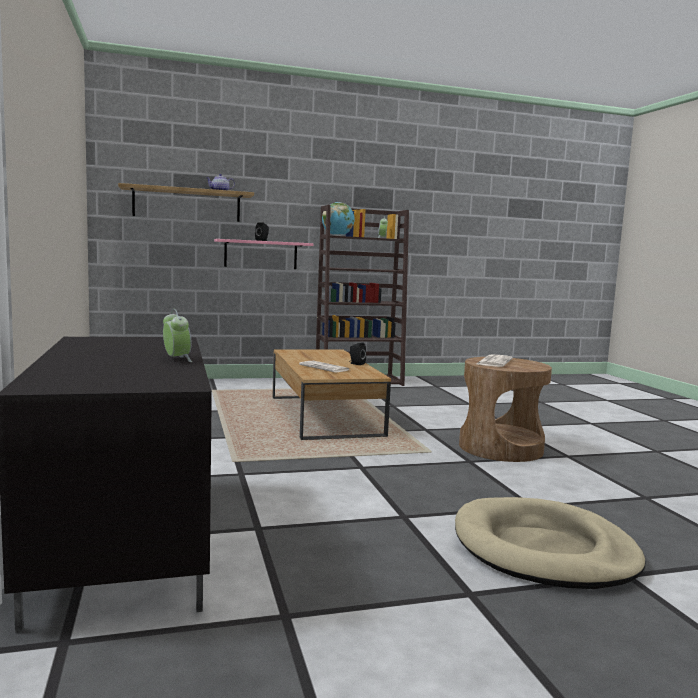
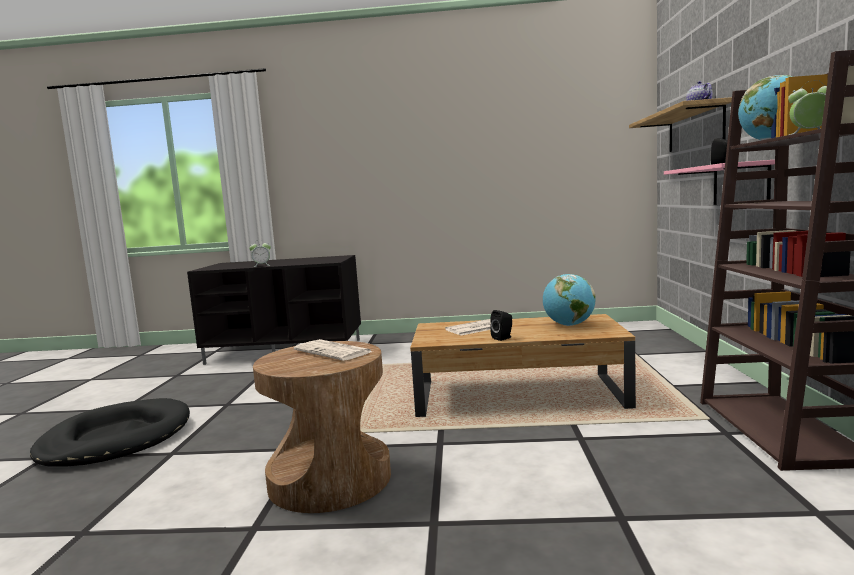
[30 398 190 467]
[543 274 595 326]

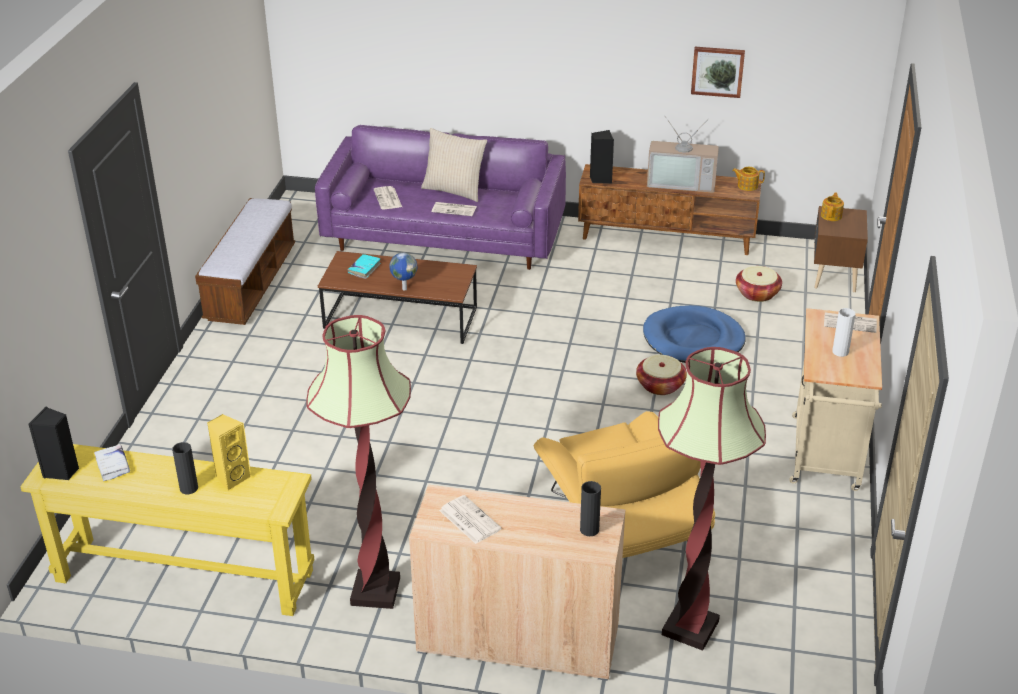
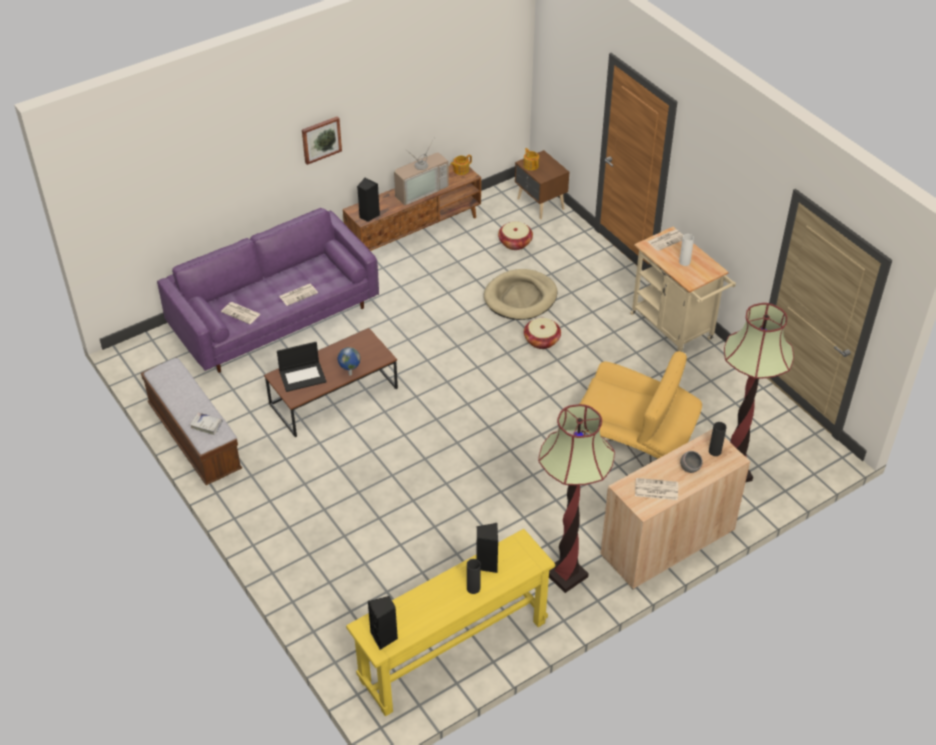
[302 116 342 165]
[421 128 487 202] (first image)
[277 342 326 392]
[484 269 558 320]
[476 523 498 573]
[189 412 223 435]
[680 451 703 473]

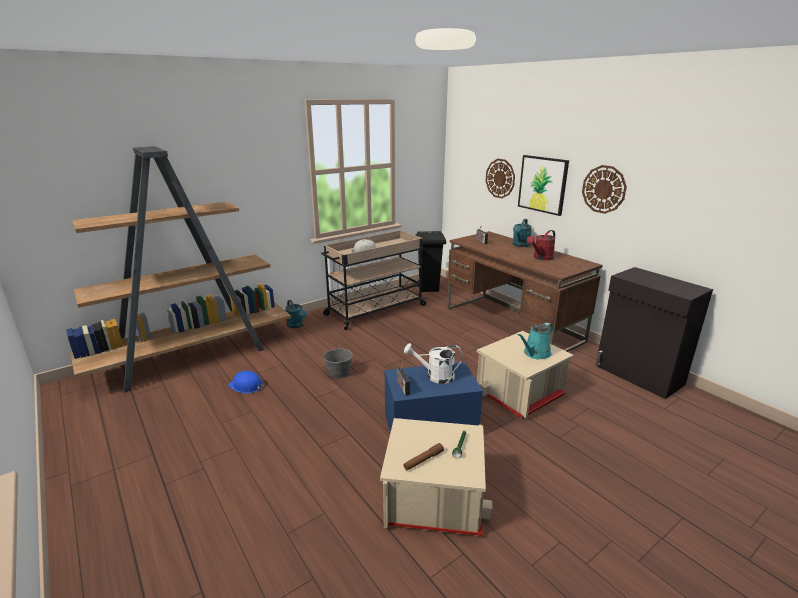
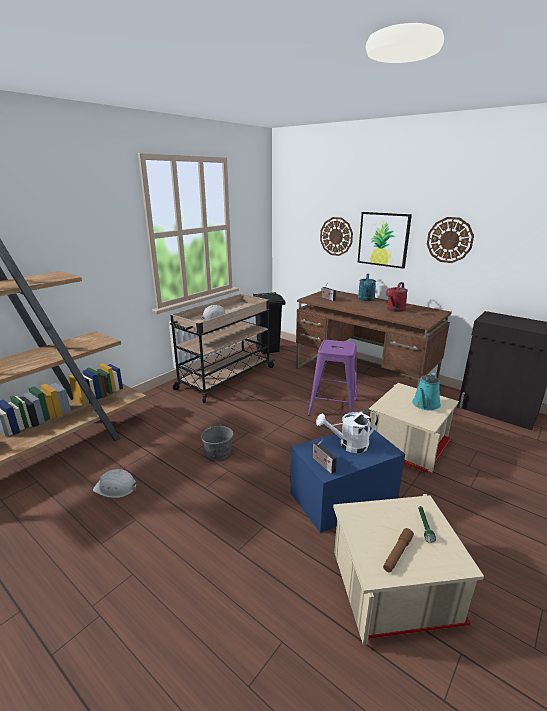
[285 300 307 328] (first image)
[93 469 138 498]
[308 340 358 416]

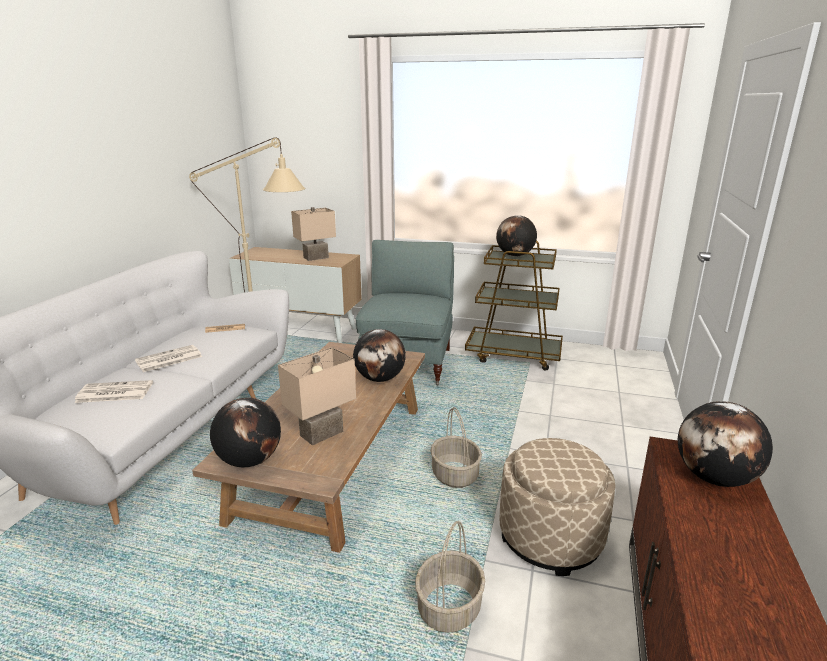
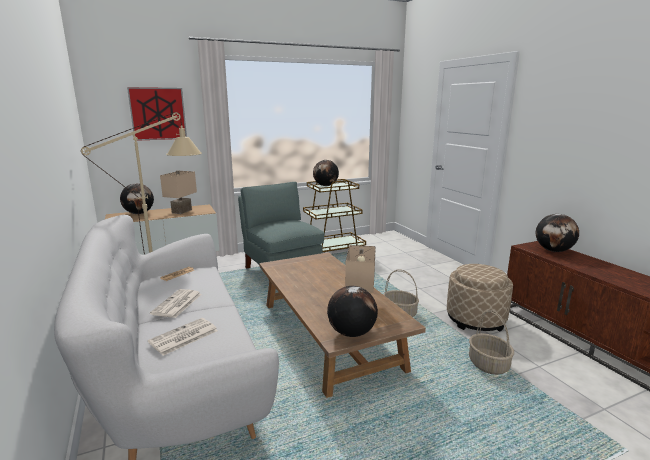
[120 183 154 214]
[127 87 187 141]

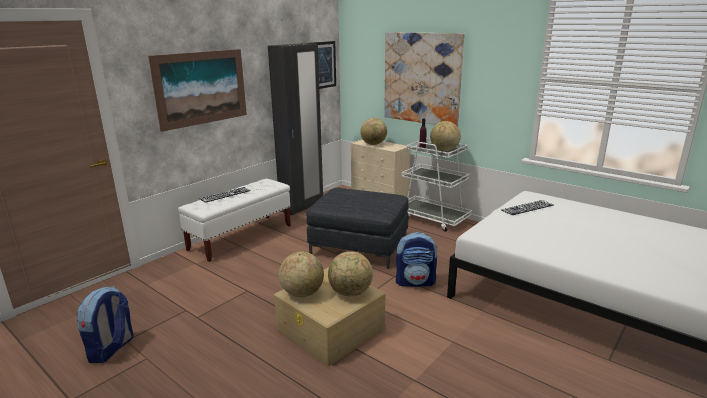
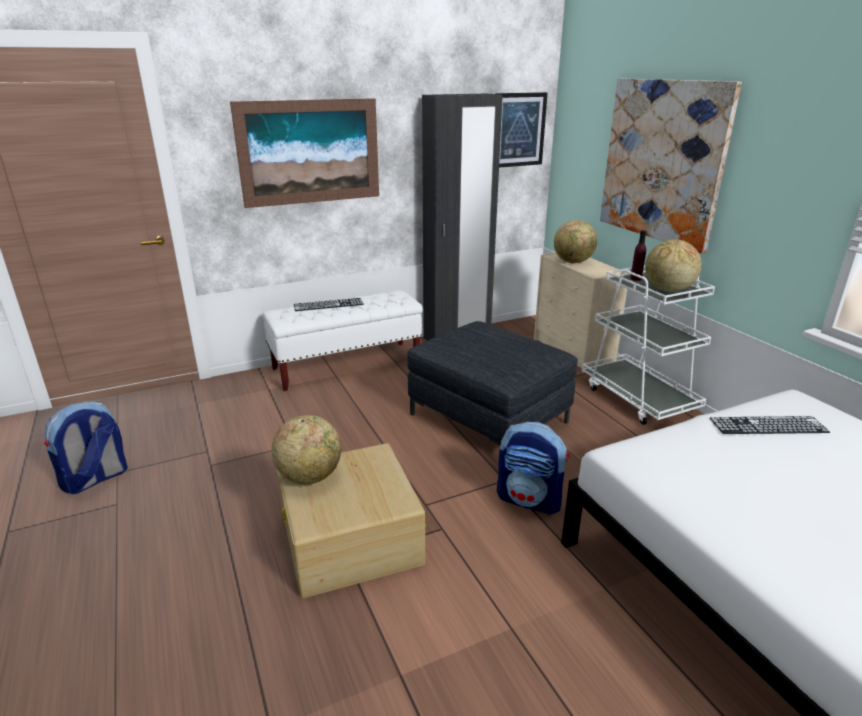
[328 251 373 297] (first image)

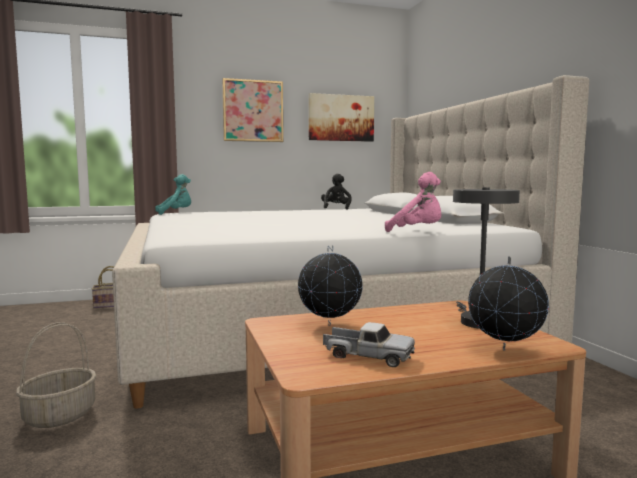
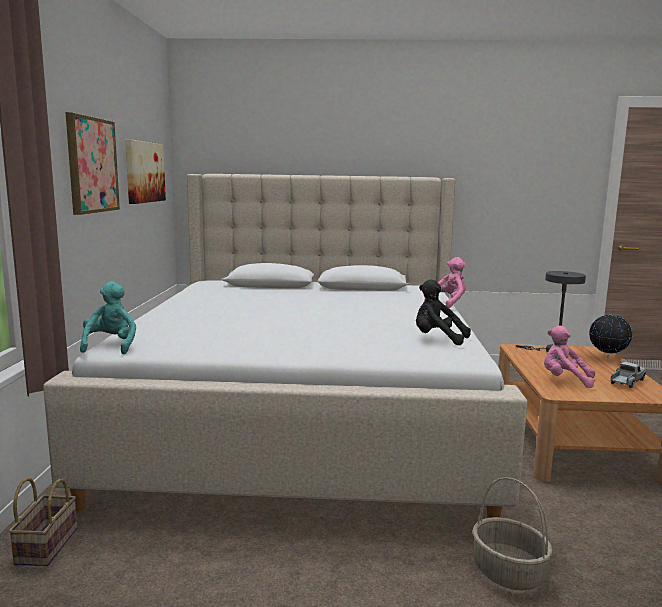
[416 279 471 345]
[544 325 595 388]

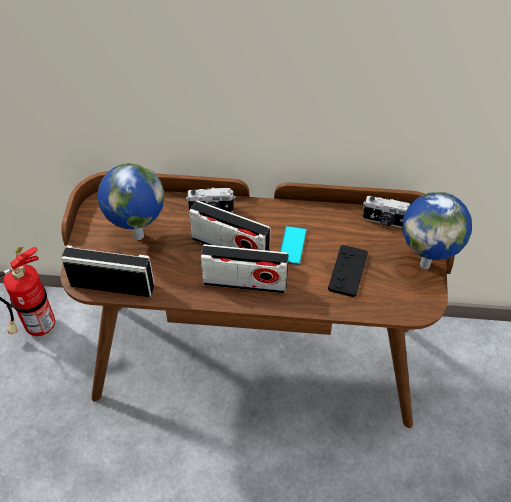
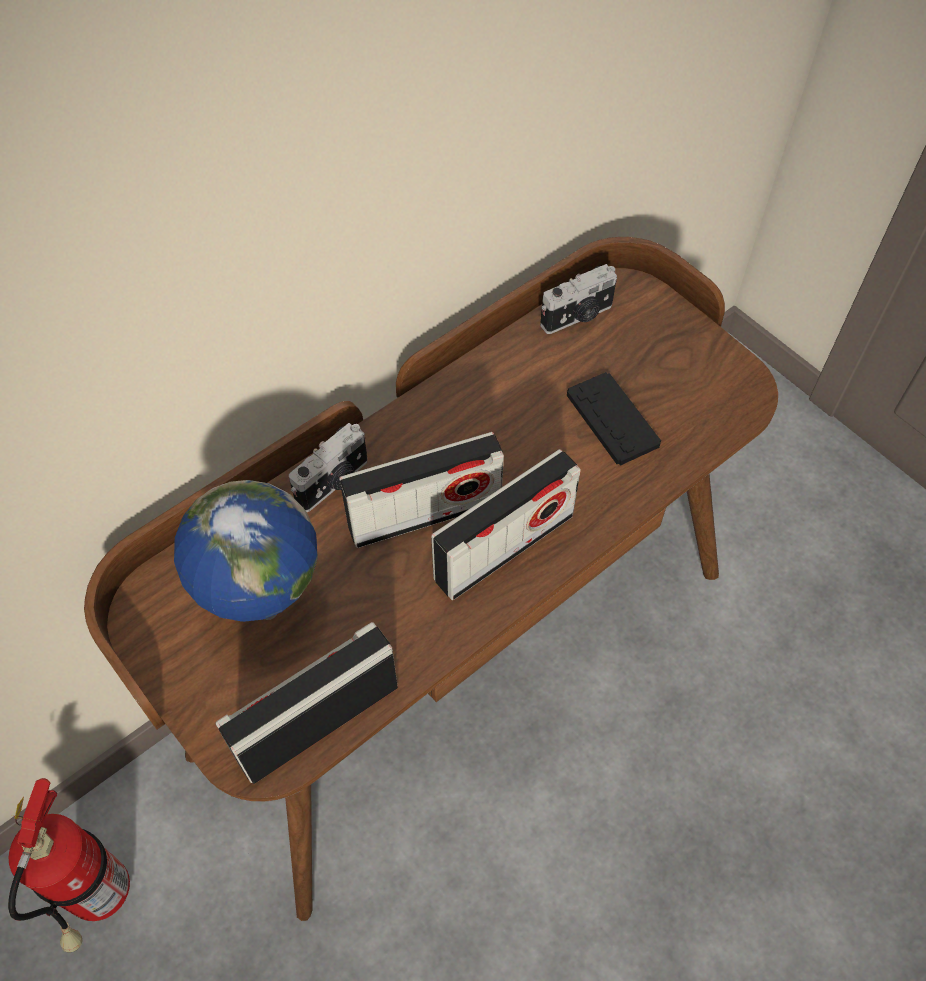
[402 192 472 269] (first image)
[280 225 307 265] (first image)

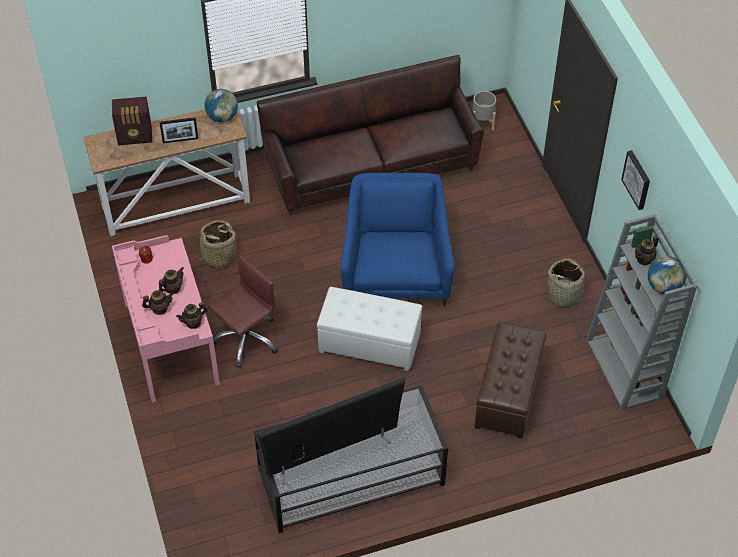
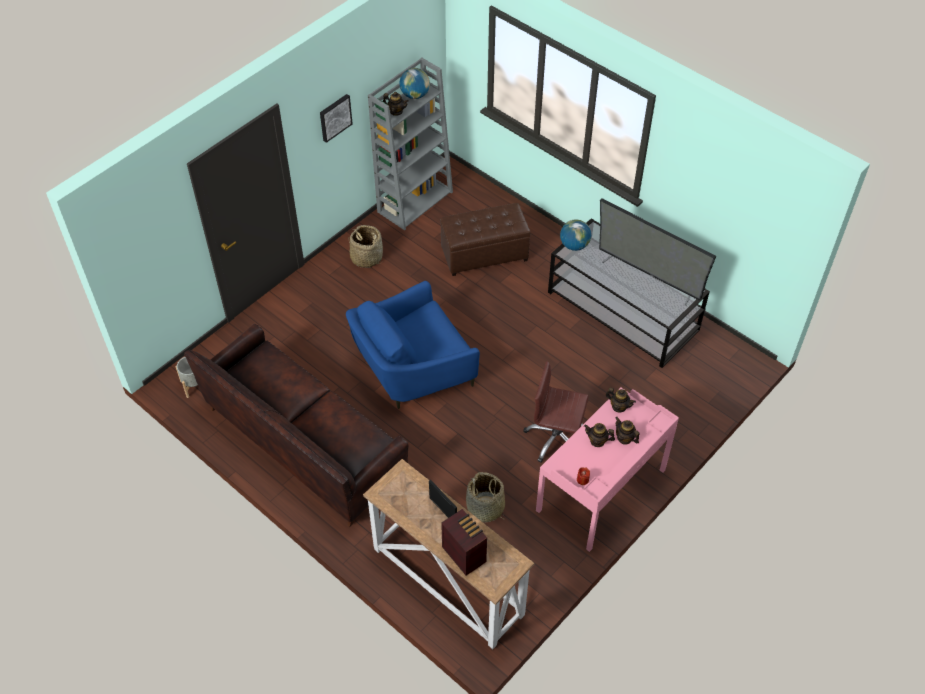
[560 219 591 251]
[317 287 422 371] (first image)

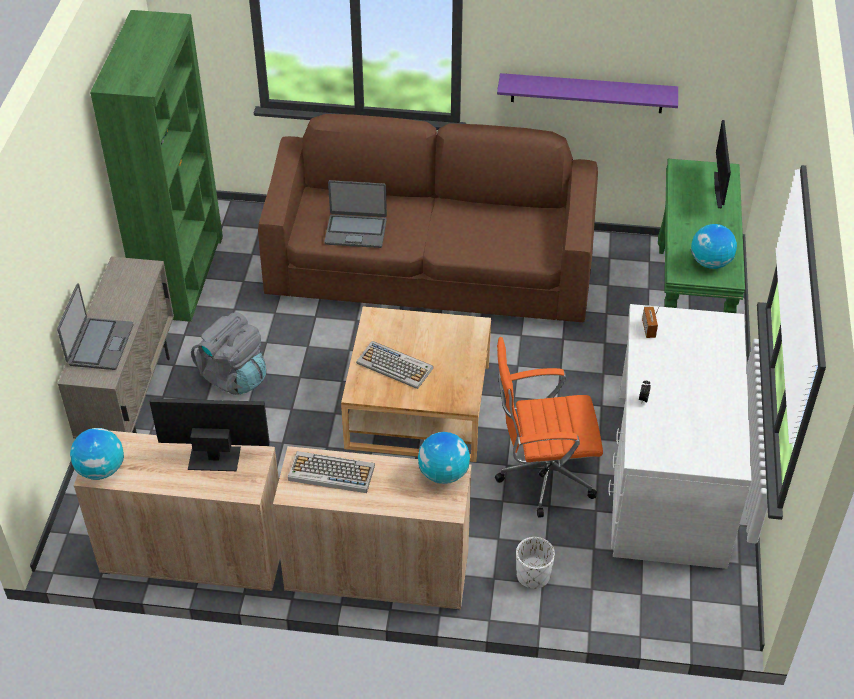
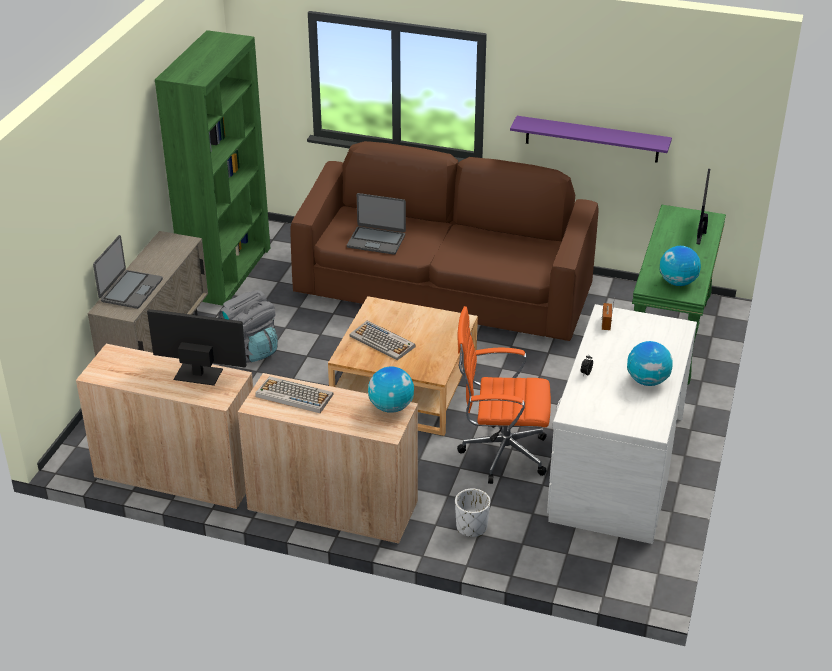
[627 341 673 386]

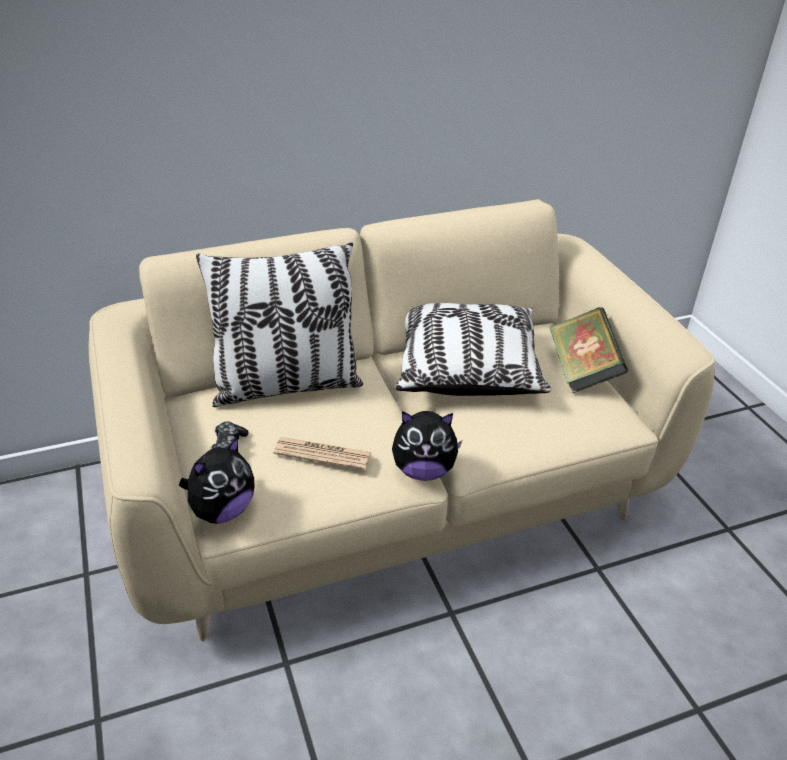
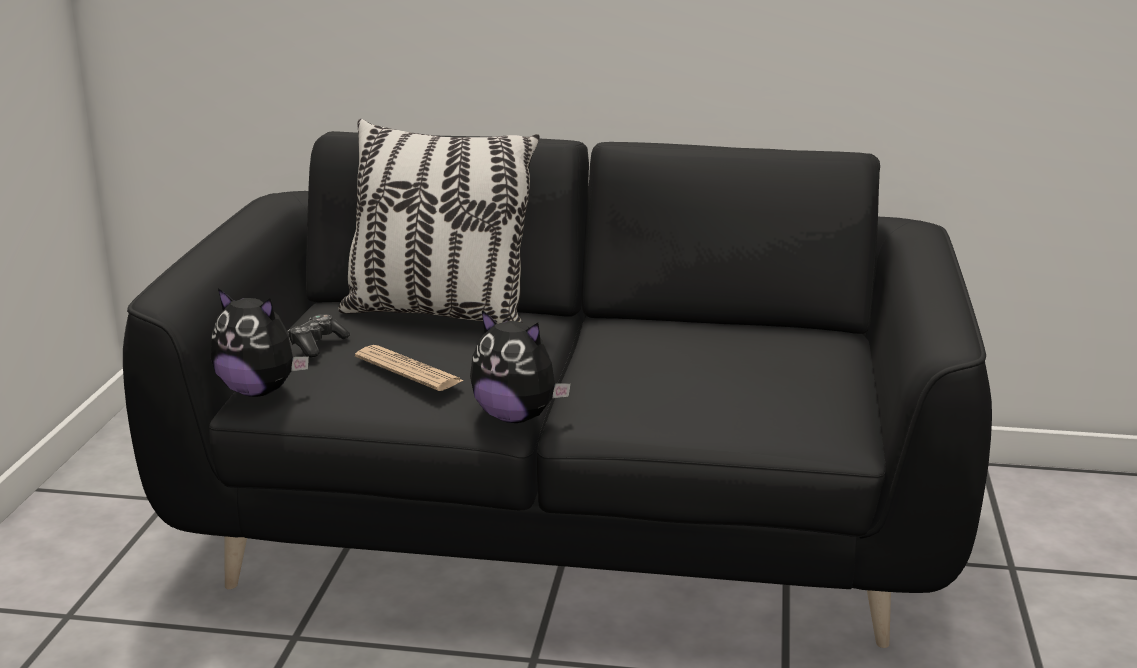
[123 131 992 648]
[395 303 551 396] (first image)
[549 307 628 393] (first image)
[211 288 309 397]

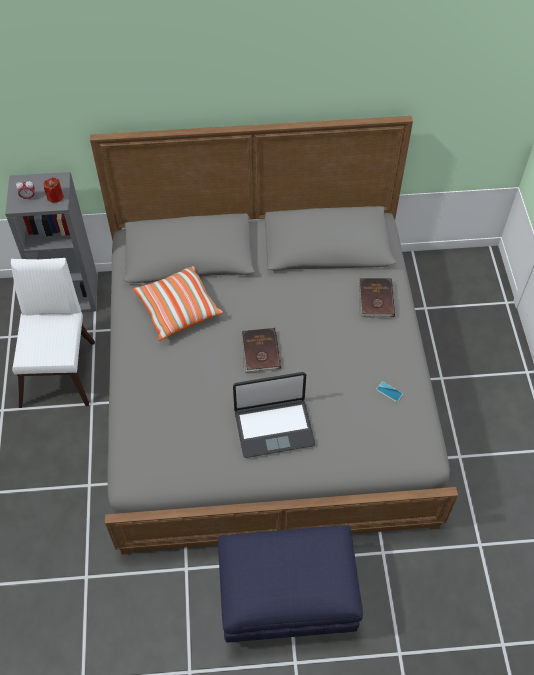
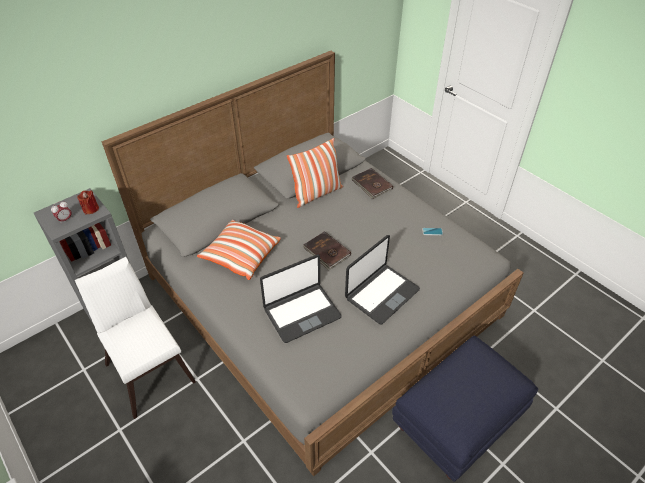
[287 138 343 208]
[260 255 342 343]

